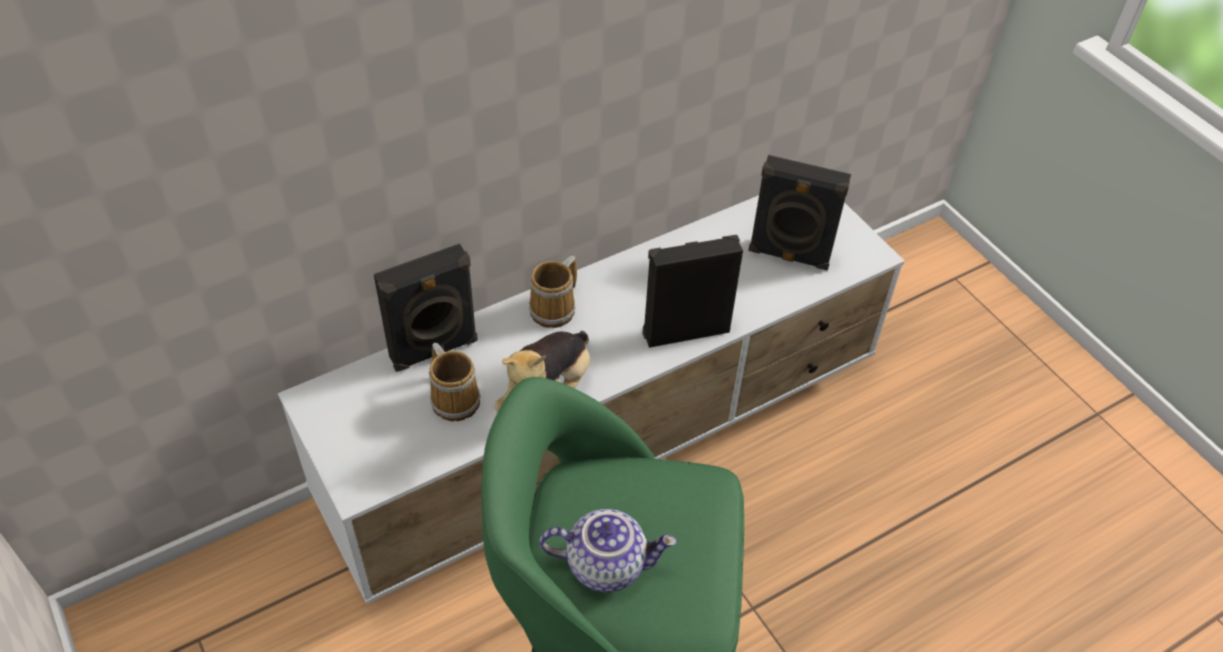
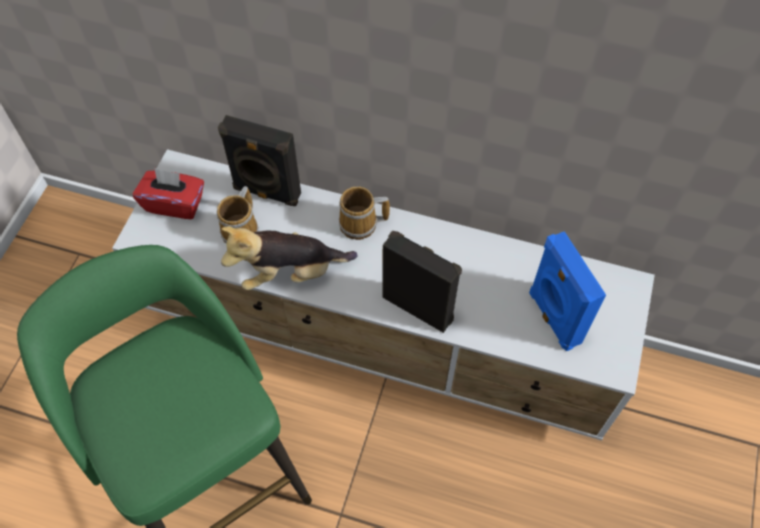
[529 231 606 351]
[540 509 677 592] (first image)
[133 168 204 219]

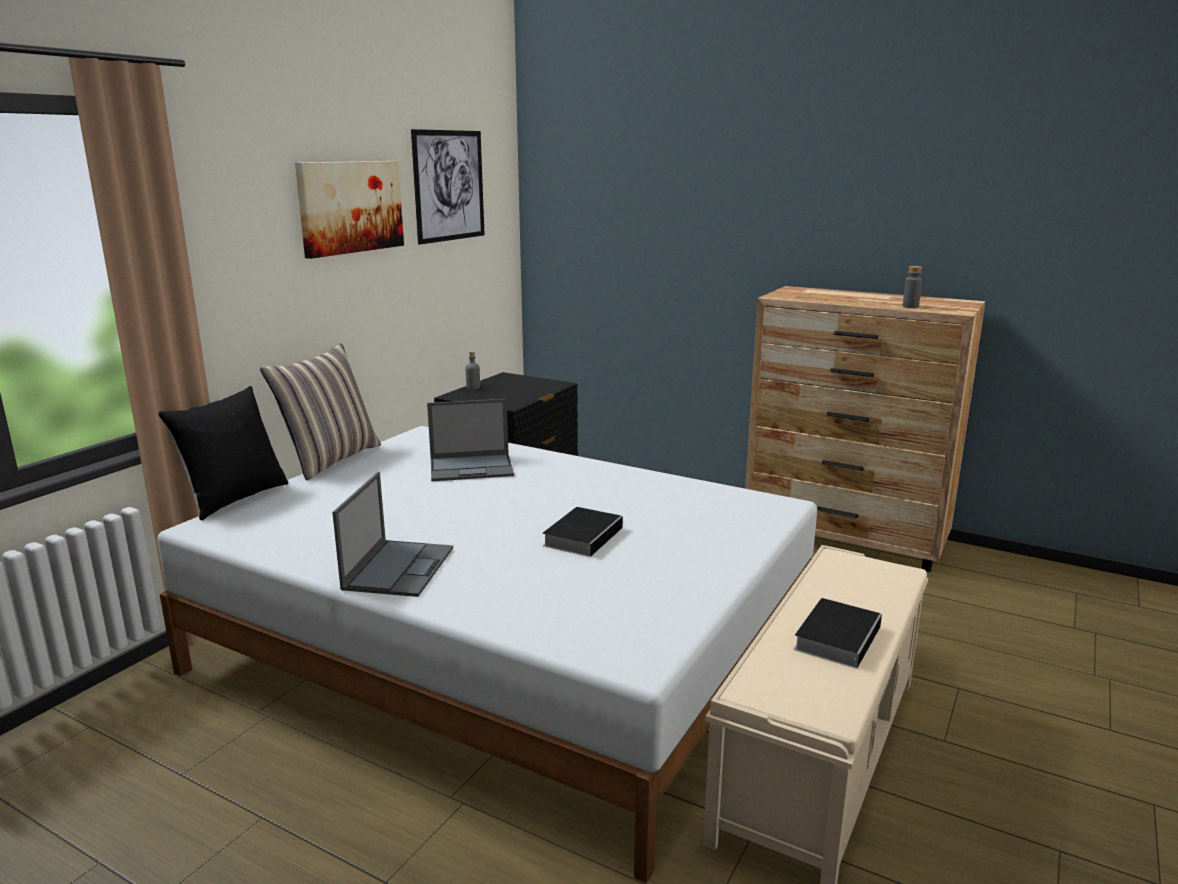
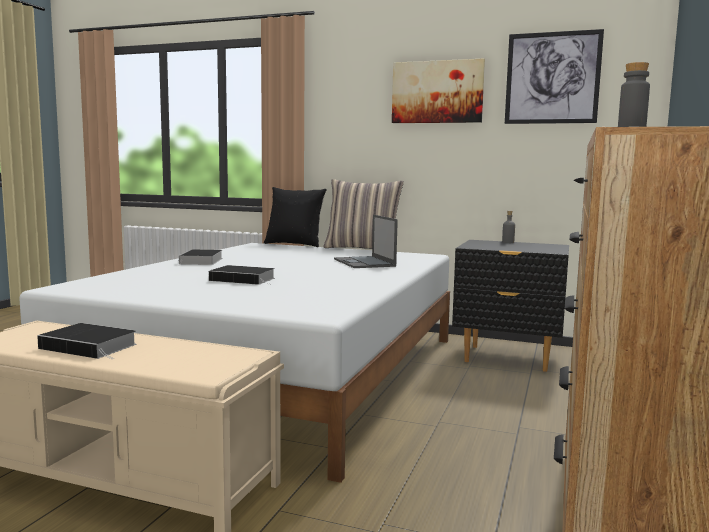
[179 250 222 265]

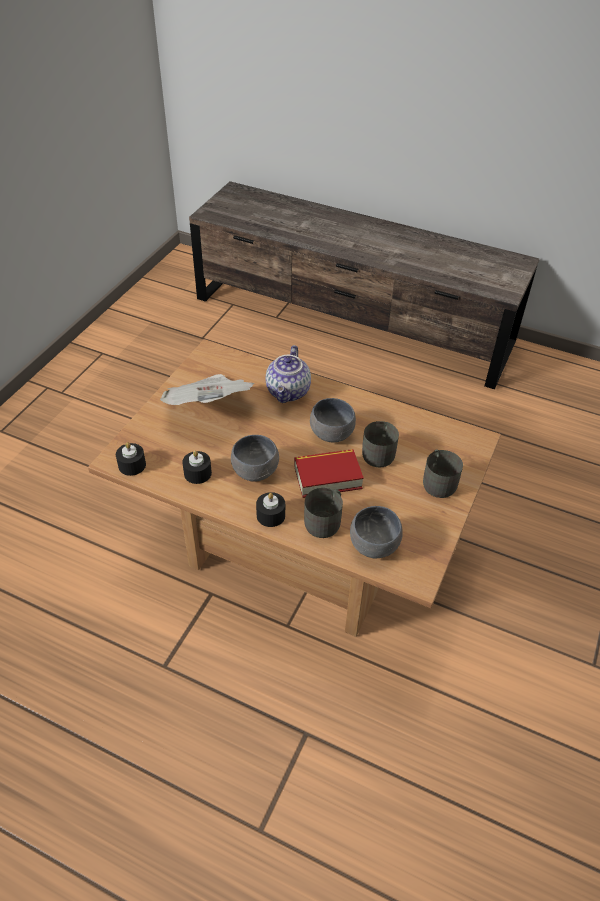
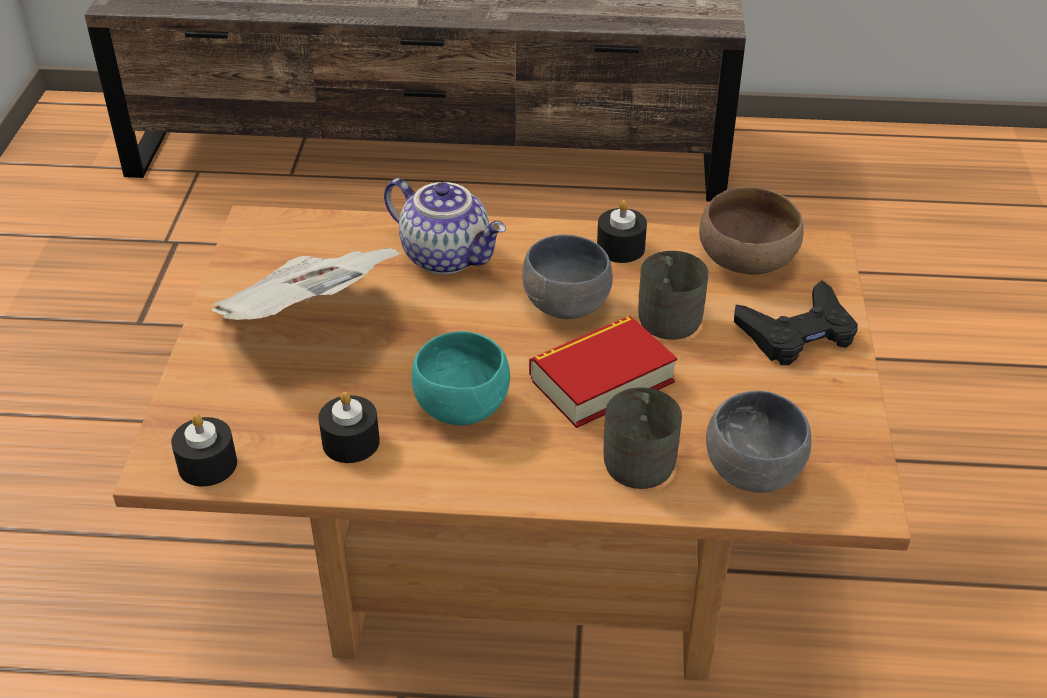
[384 178 506 274]
[412 331 510 425]
[734 280 858 365]
[597 200 647 263]
[699 187 804 275]

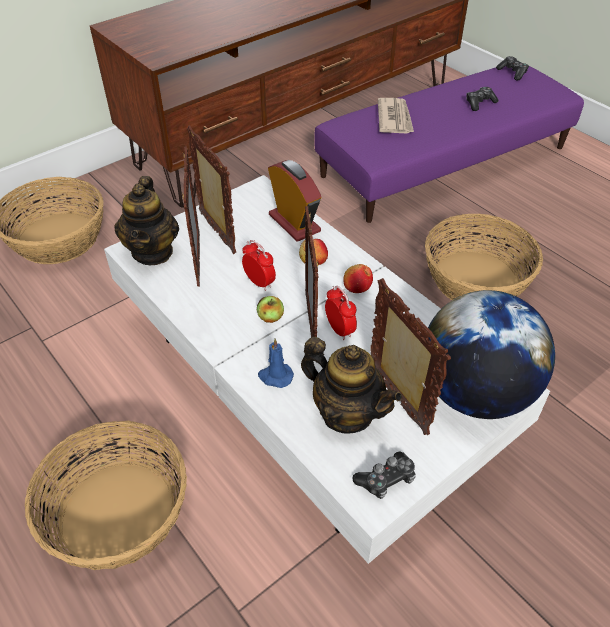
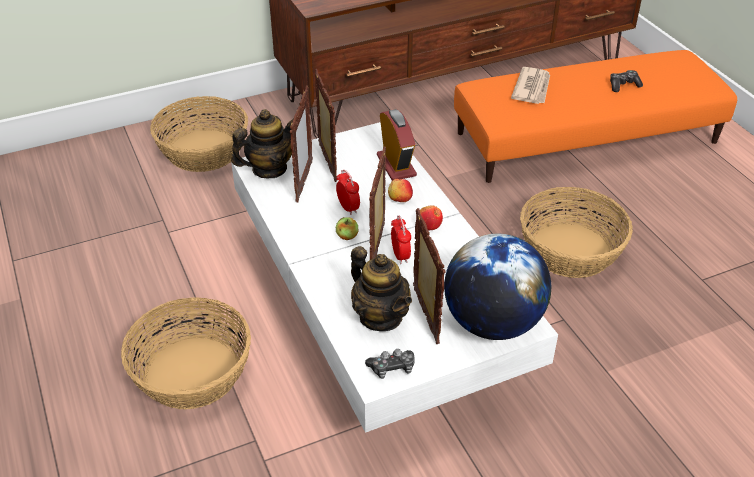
[496 56 529 80] (first image)
[454 50 737 183]
[231 109 294 178]
[258 338 294 388] (first image)

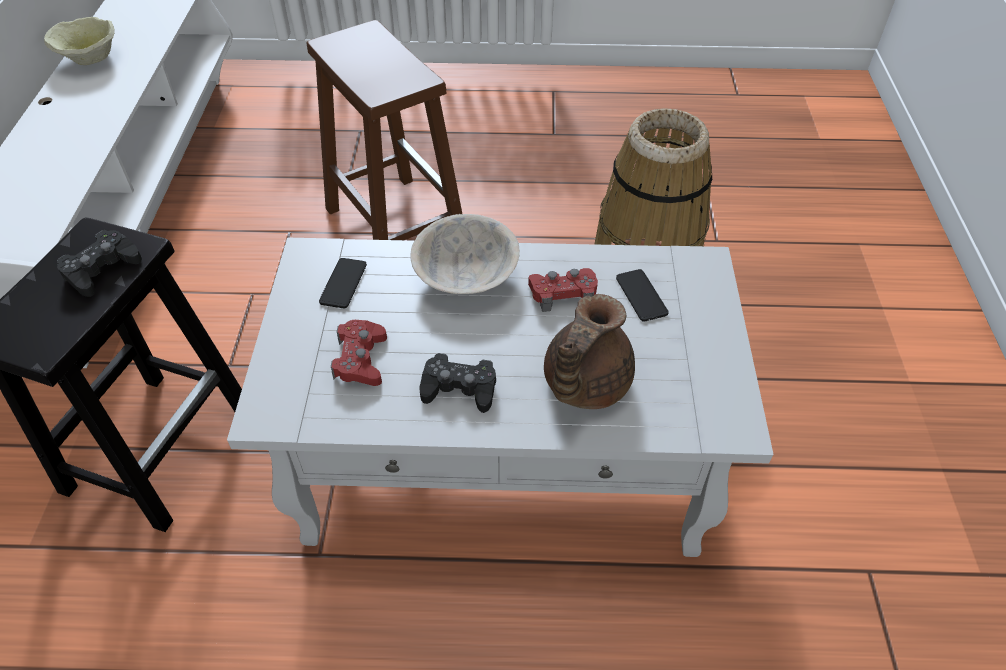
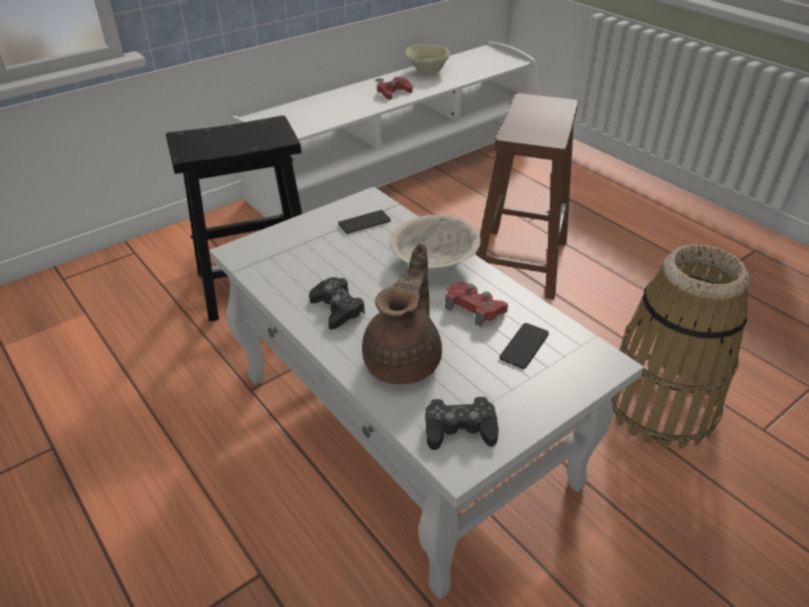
[425 397 499 450]
[362 243 442 384]
[377 77 412 100]

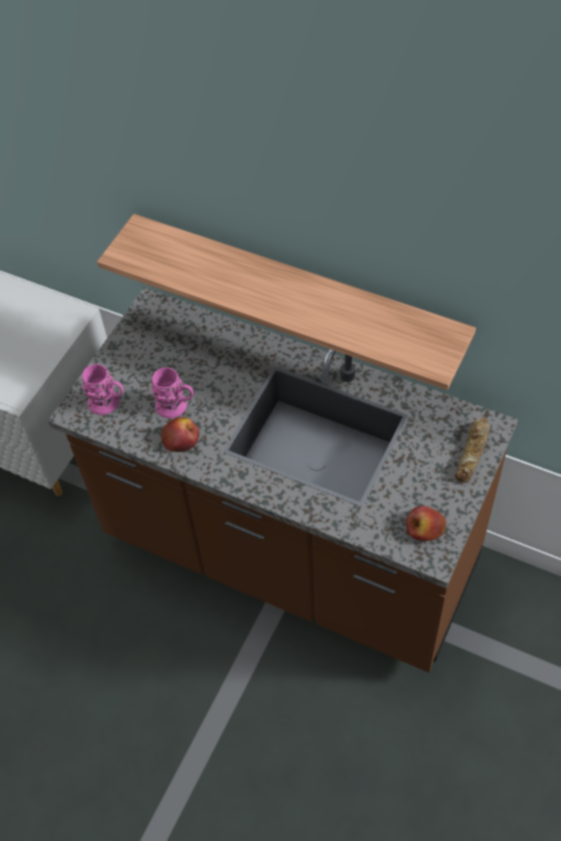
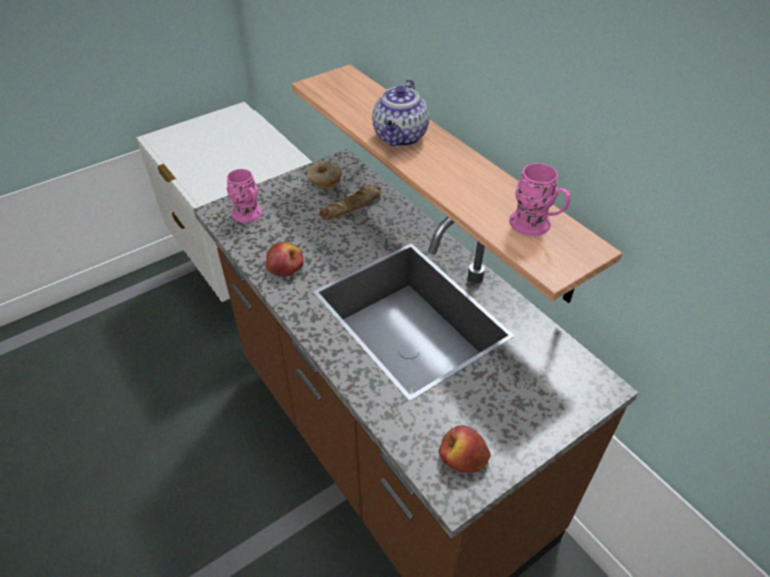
[509 163 571 236]
[320 185 381 220]
[372 79 429 147]
[307 161 342 188]

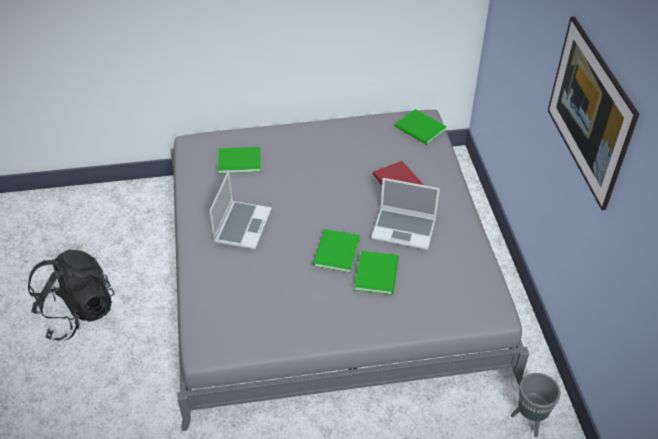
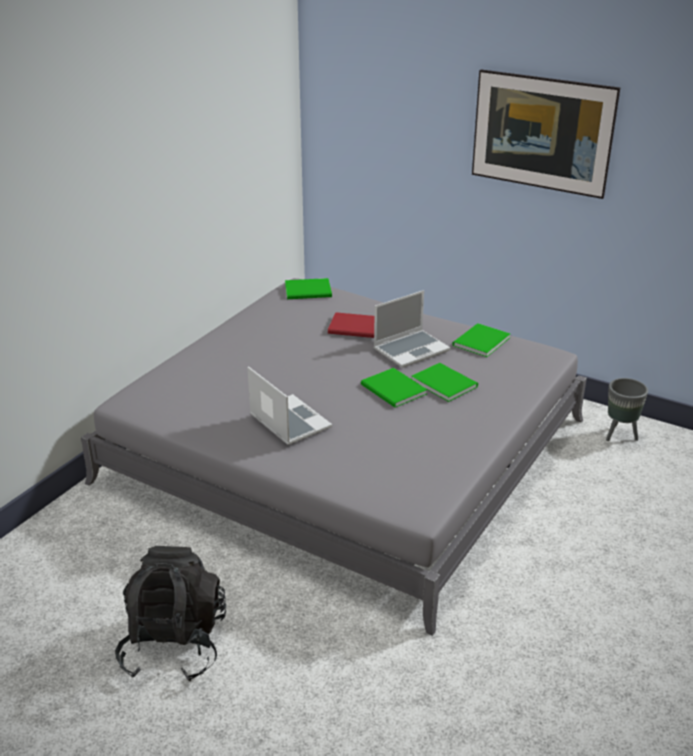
[452 323 510 357]

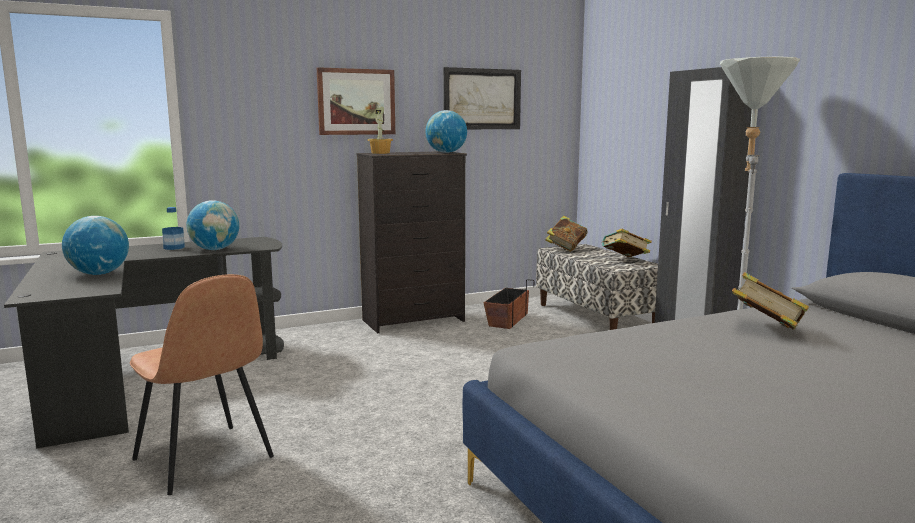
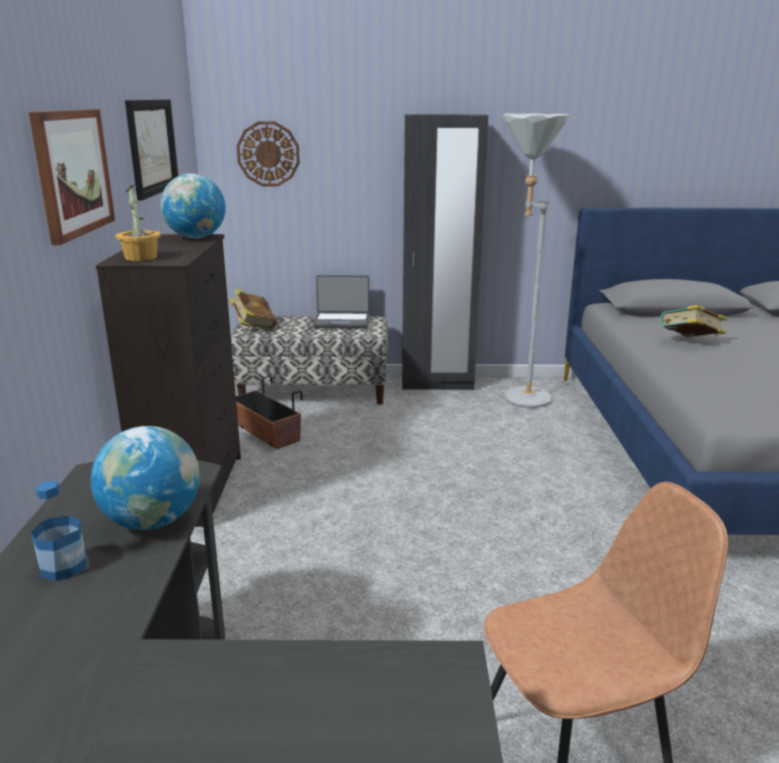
[62 216 129 275] (first image)
[313 275 369 328]
[237 121 300 186]

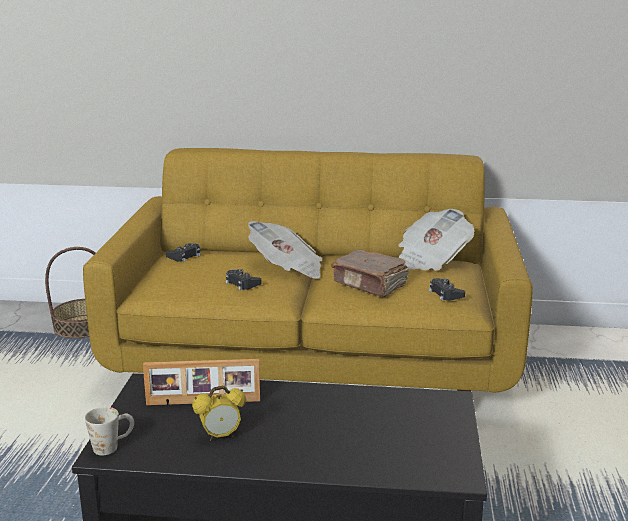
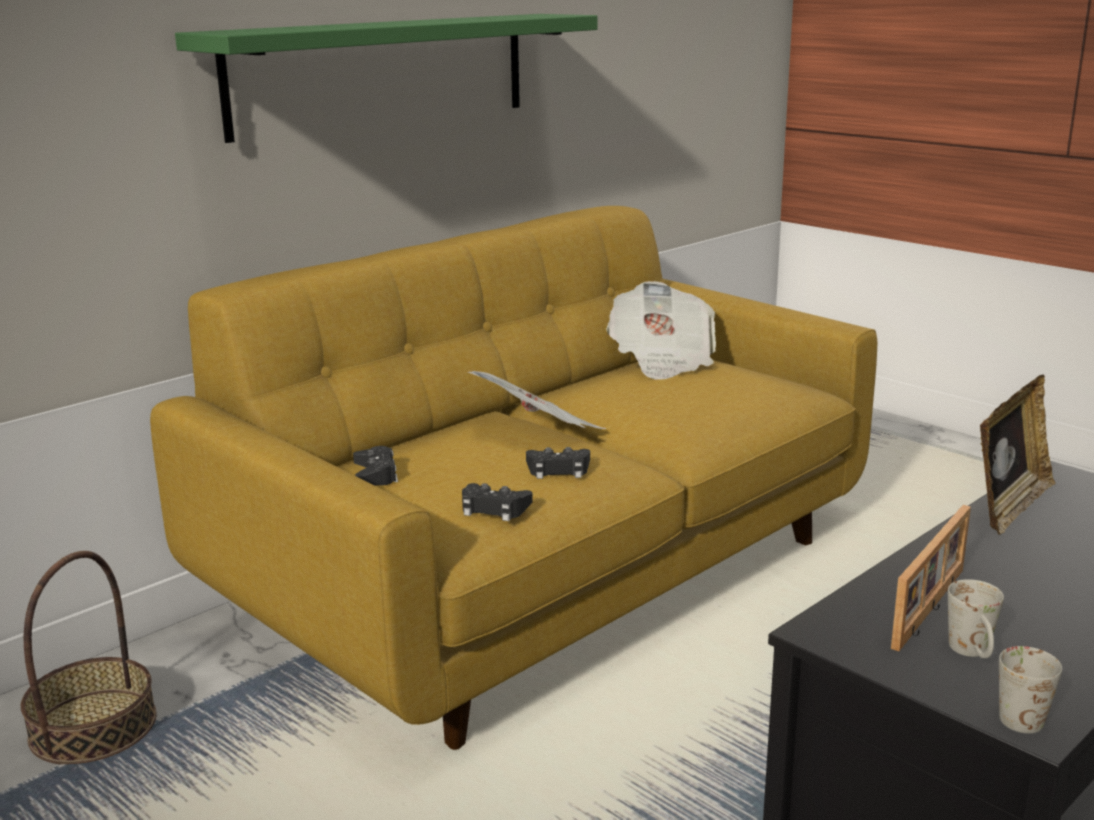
[331 249 409 297] (first image)
[462 483 533 521]
[192 386 246 441] (first image)
[175 14 598 143]
[980 375 1055 535]
[948 579 1004 659]

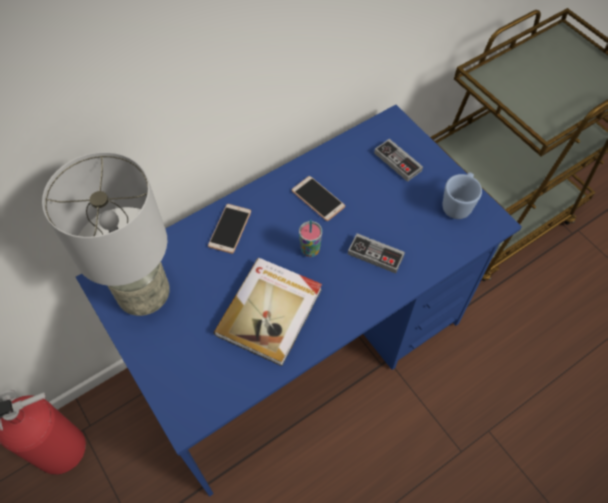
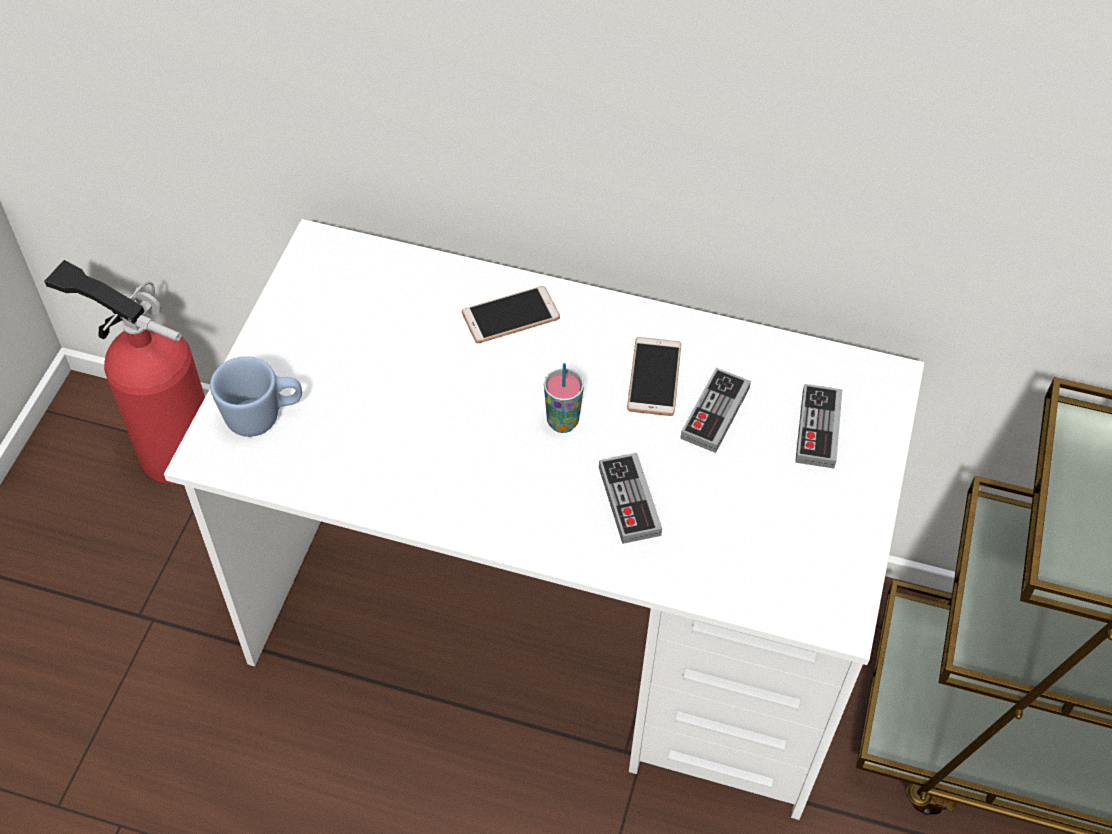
[164 219 925 820]
[42 152 170 316] (first image)
[210 356 302 437]
[214 258 322 366] (first image)
[680 368 751 453]

